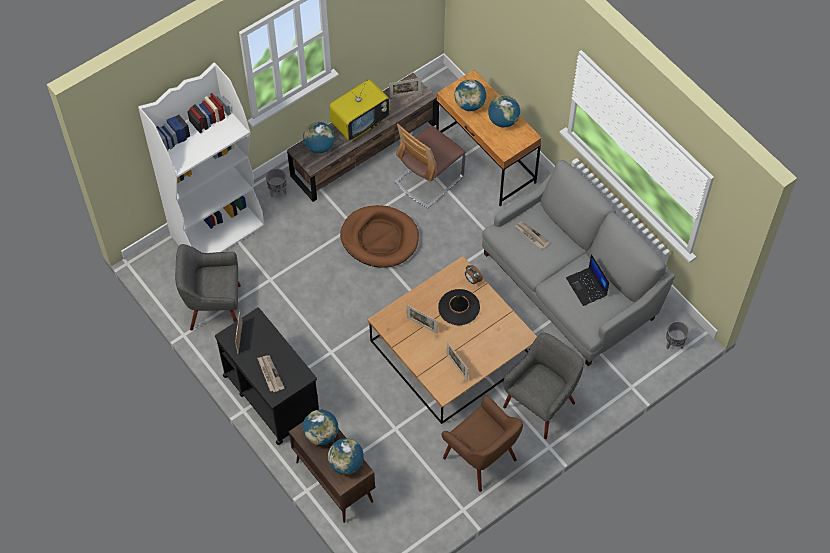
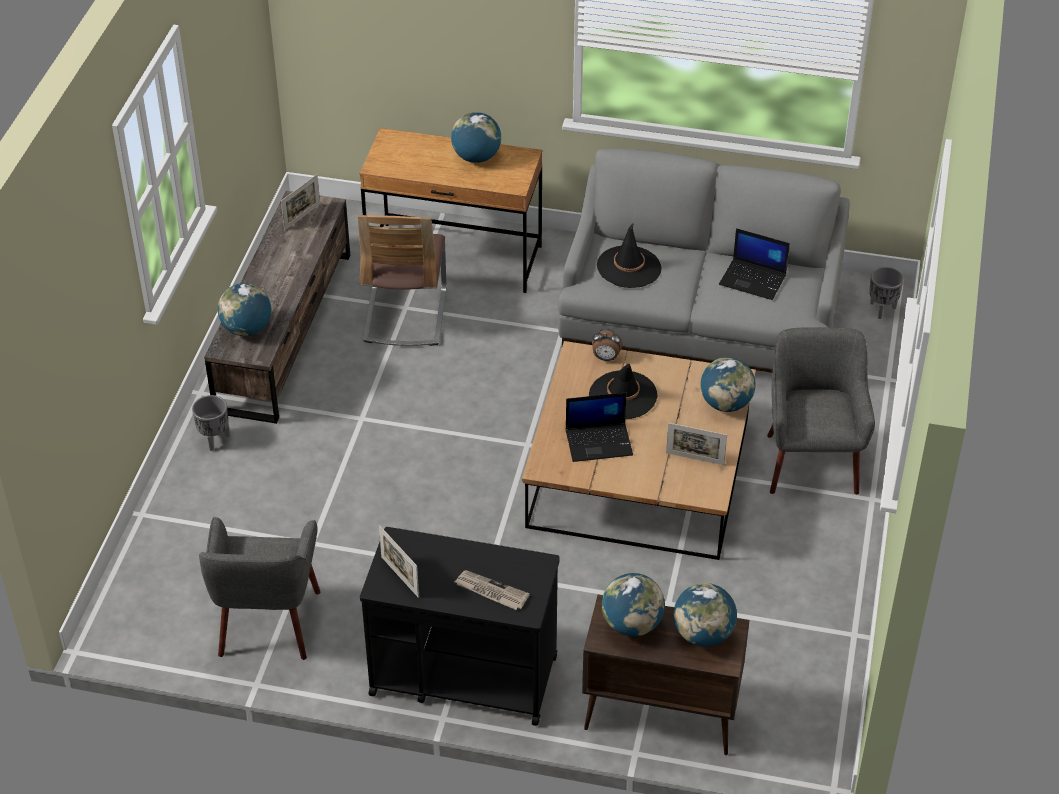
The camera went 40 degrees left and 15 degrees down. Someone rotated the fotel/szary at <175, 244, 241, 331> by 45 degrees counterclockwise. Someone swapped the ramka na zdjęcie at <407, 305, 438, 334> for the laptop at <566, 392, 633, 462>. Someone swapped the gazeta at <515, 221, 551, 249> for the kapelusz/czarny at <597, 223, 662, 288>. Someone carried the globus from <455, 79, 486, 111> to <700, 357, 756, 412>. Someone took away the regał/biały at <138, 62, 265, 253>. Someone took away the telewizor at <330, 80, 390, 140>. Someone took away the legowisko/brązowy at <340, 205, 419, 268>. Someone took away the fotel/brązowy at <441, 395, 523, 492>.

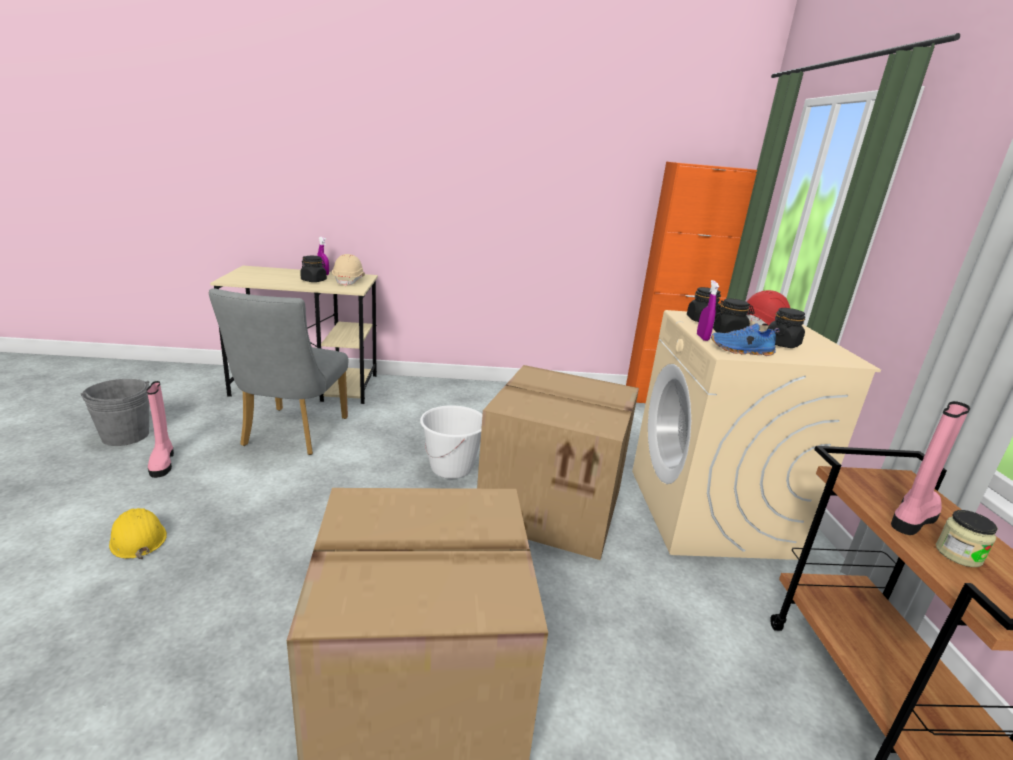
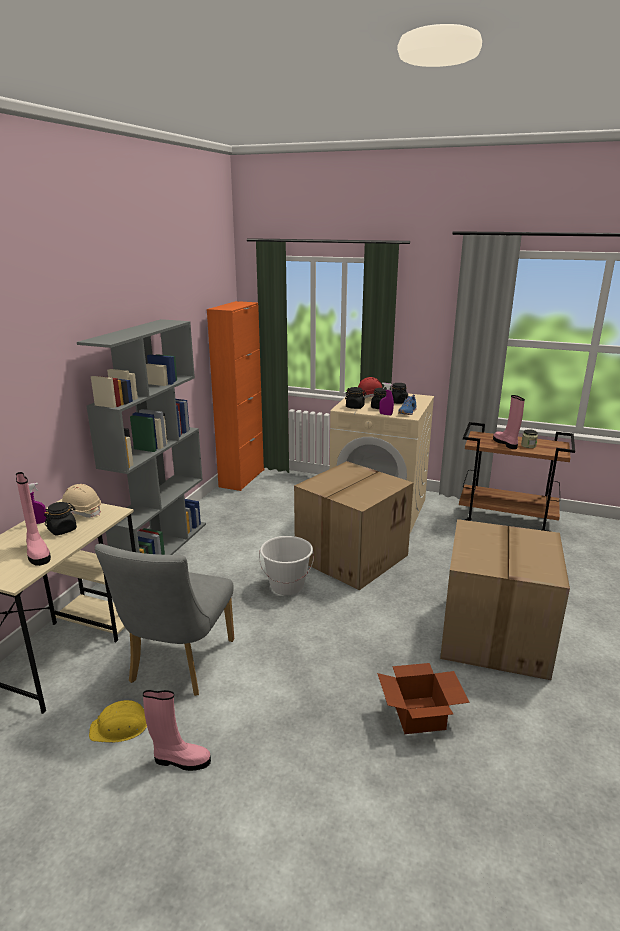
The camera went 65 degrees left and 0 degrees up. Someone put down the but z cholewką/różowy at <16, 472, 51, 566>. Someone put down the regał/szary at <77, 319, 206, 555>. Someone carried the kask/żółty from <109, 508, 167, 559> to <89, 700, 147, 743>. Someone rotated the krzesło/szary at <209, 288, 348, 455> by 75 degrees clockwise. Someone put down the karton at <377, 663, 470, 734>. Someone took away the wiadro/szary at <80, 379, 150, 446>.

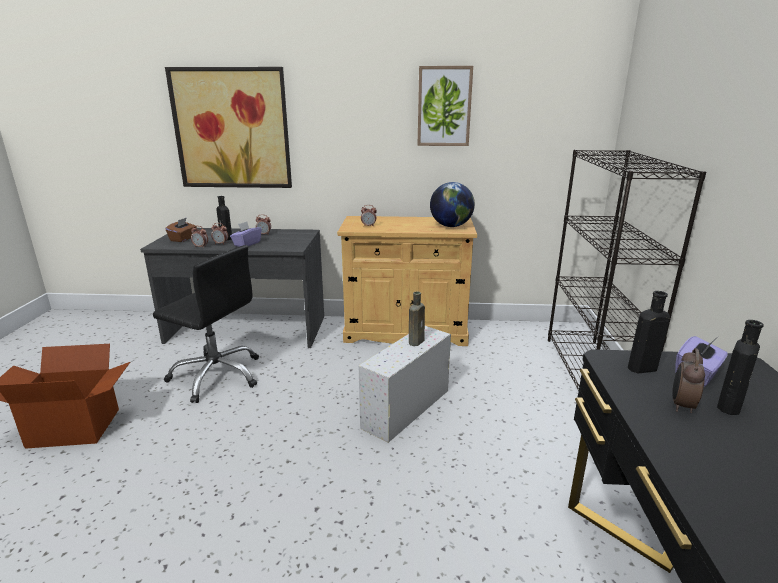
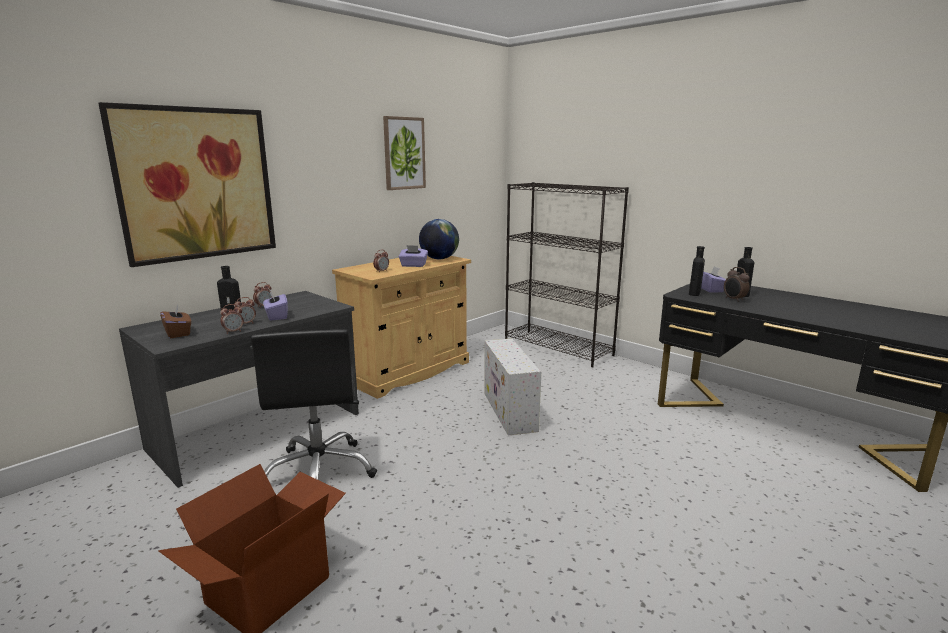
The camera went 50 degrees left and 5 degrees down. Someone rotated the krzesło biurowe/czarny at <153, 245, 259, 403> by 105 degrees clockwise. Someone put down the pudełko chusteczek/fioletowy at <399, 245, 428, 267>. Someone took away the butelka/brązowy at <409, 291, 425, 346>.

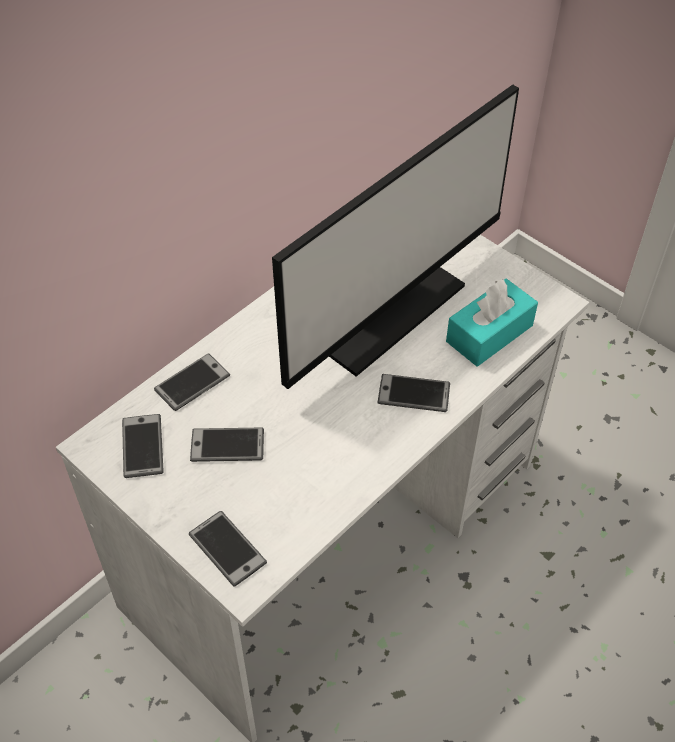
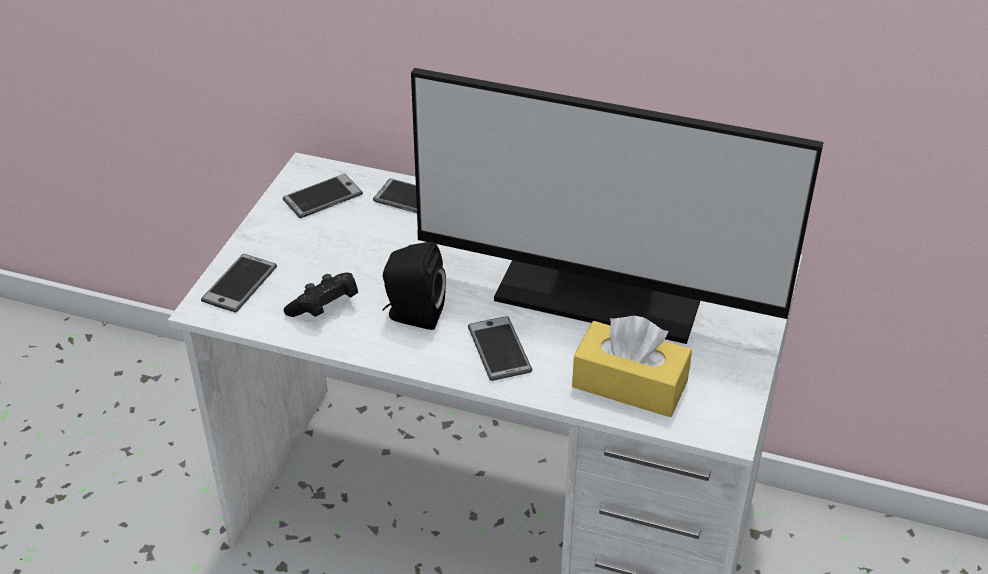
The camera went 65 degrees right and 10 degrees down. Someone put down the pad do gier/czarny at <284, 273, 358, 317>. Someone put down the głośnik/czarny at <382, 242, 446, 330>. Someone repainted the pudełko chusteczek/turkusowy at <446, 279, 538, 366>, which became the pudełko chusteczek/żółty at <572, 316, 692, 417>. Someone took away the telefon at <190, 427, 264, 462>.

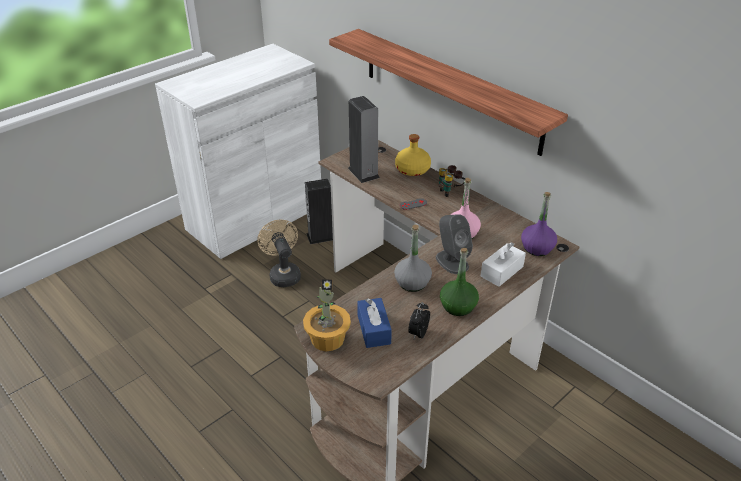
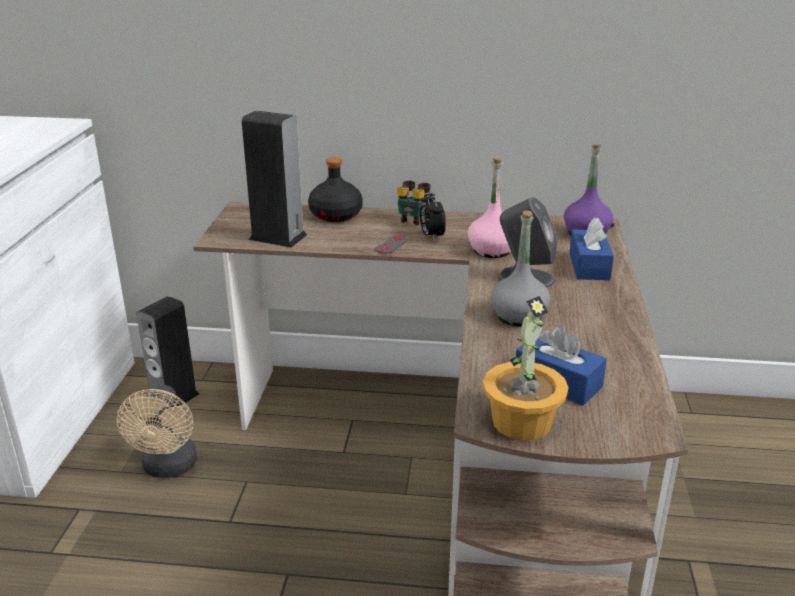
The camera went 40 degrees left and 10 degrees down. Someone rotated the wentylator/beżowy at <257, 220, 301, 287> by 120 degrees counterclockwise. Someone repainted the butelka/żółty at <395, 134, 431, 176>, which became the butelka/czarny at <308, 157, 363, 222>. Someone carried the budzik from <408, 302, 430, 339> to <420, 192, 446, 241>. Someone repainted the pudełko chusteczek/biały at <481, 242, 526, 287>, which became the pudełko chusteczek/niebieski at <569, 217, 614, 280>. Someone took away the półka at <329, 29, 568, 156>. Someone took away the butelka/zielony at <440, 248, 479, 316>.

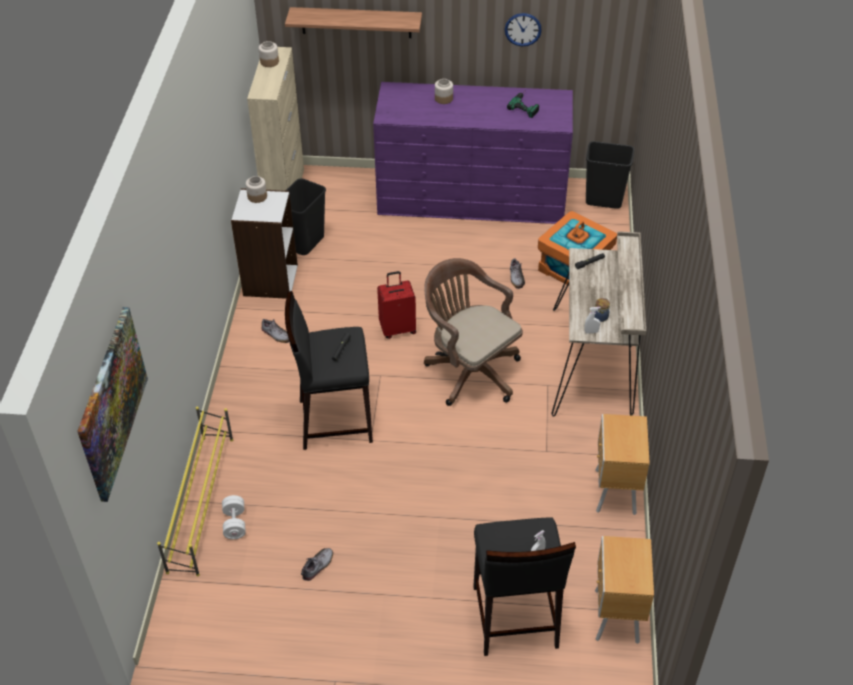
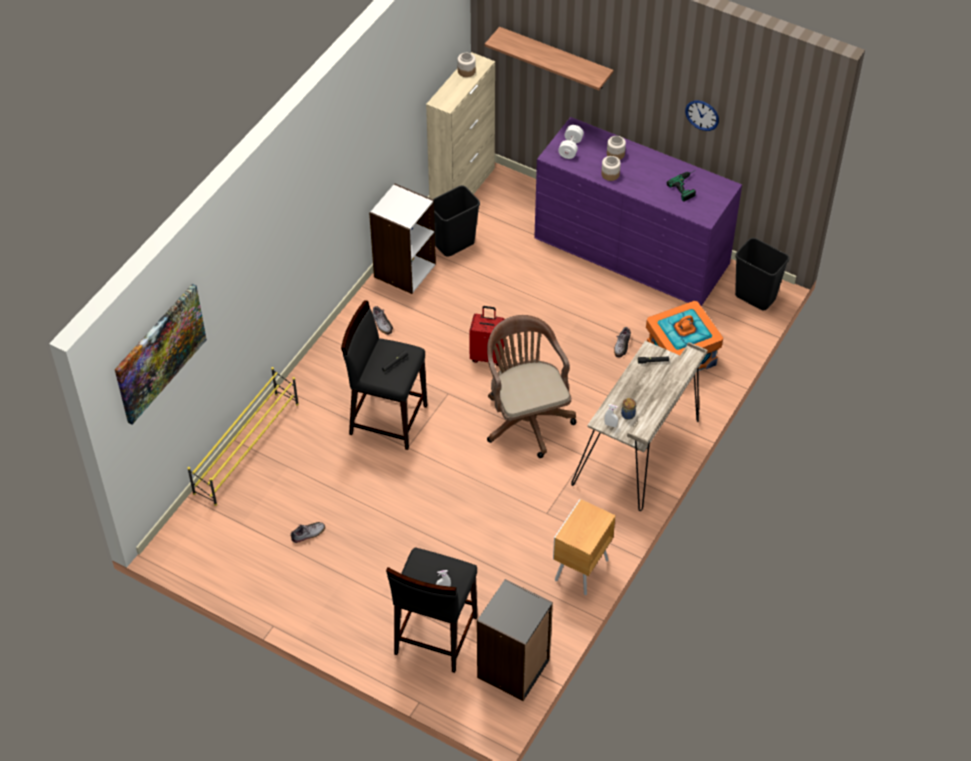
The camera went 25 degrees right and 5 degrees up. Someone swapped the szafka nocna/brązowy at <595, 536, 654, 644> for the regał/czarny at <477, 579, 553, 701>. Someone carried the hantel/biały from <222, 495, 246, 539> to <558, 125, 584, 159>. Someone carried the słoik from <246, 176, 267, 203> to <601, 156, 621, 181>.

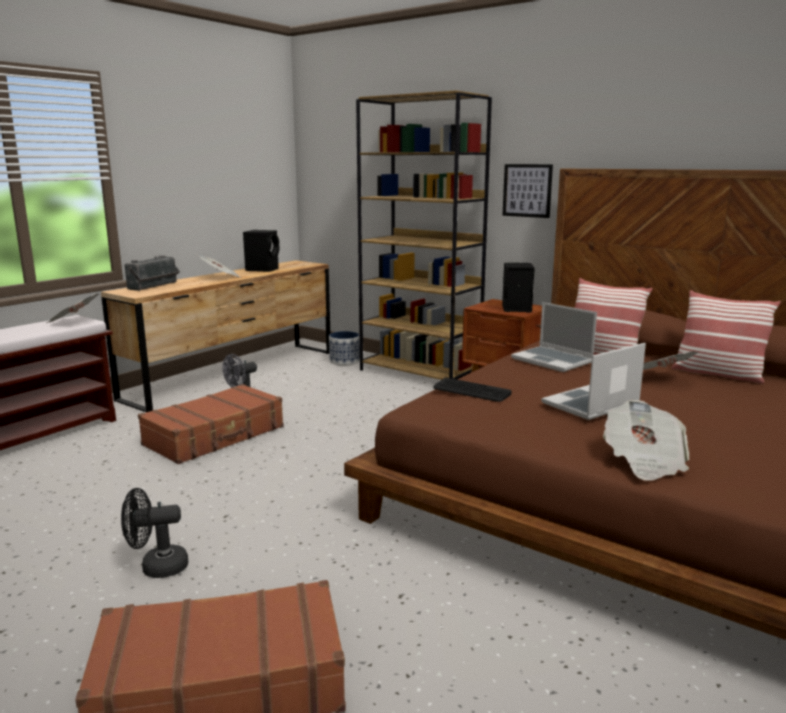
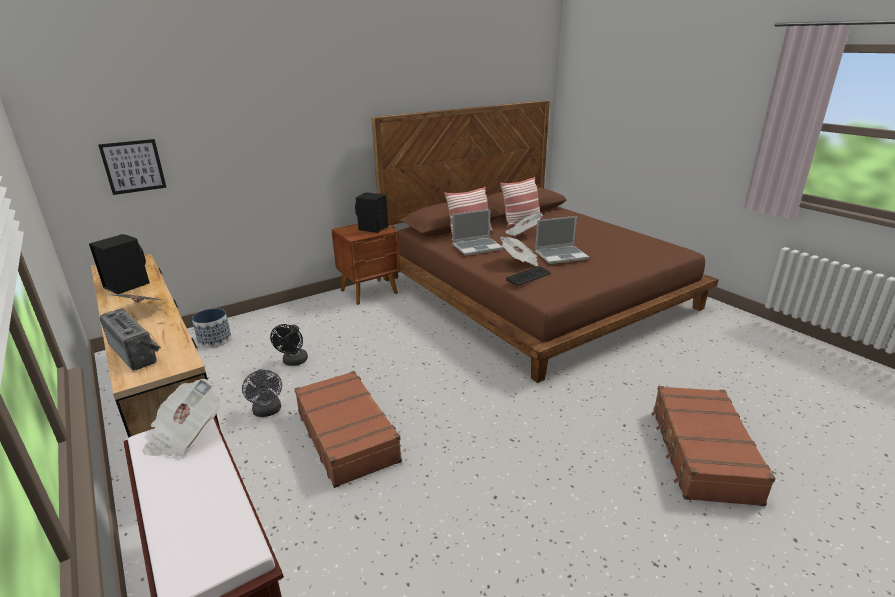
The camera went 70 degrees left and 10 degrees up. Someone carried the obraz from <502, 164, 553, 218> to <98, 139, 167, 195>. Someone carried the wentylator/czarny from <121, 488, 188, 578> to <270, 324, 308, 366>. Someone carried the gazeta from <603, 400, 689, 481> to <500, 237, 538, 266>. Someone rotated the laptop at <541, 343, 646, 420> by 90 degrees counterclockwise. Someone took away the regał/brązowy at <356, 90, 492, 380>.

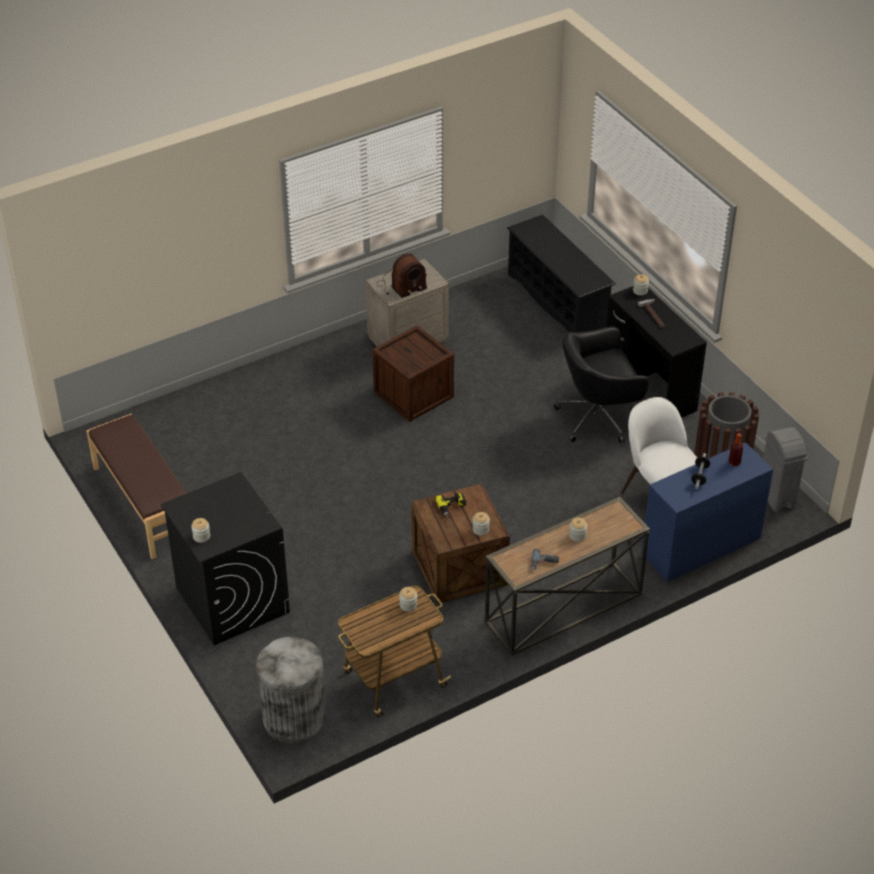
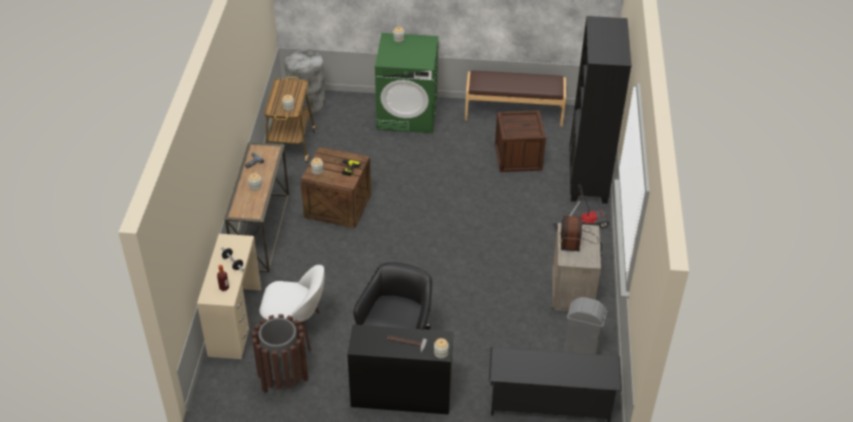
The camera went 125 degrees right and 0 degrees up. Someone repainted the biurko/niebieski at <641, 442, 773, 582>, which became the biurko/beżowy at <197, 234, 261, 359>. Someone repainted the pralka/czarny at <161, 472, 290, 646>, which became the pralka/zielony at <375, 33, 439, 133>. Someone carried the skrzynka from <372, 325, 454, 422> to <495, 110, 546, 172>. Someone put down the odkurzacz at <553, 184, 609, 232>. Someone carried the kosz na śmieci/szary from <763, 427, 807, 512> to <564, 297, 607, 355>. Someone put down the regał/czarny at <570, 16, 631, 204>.

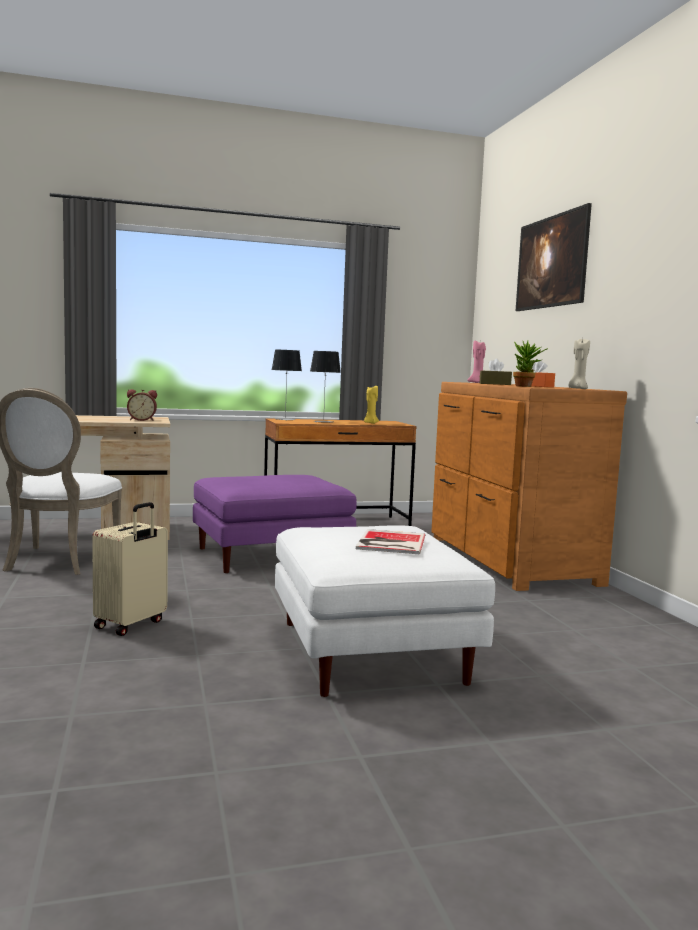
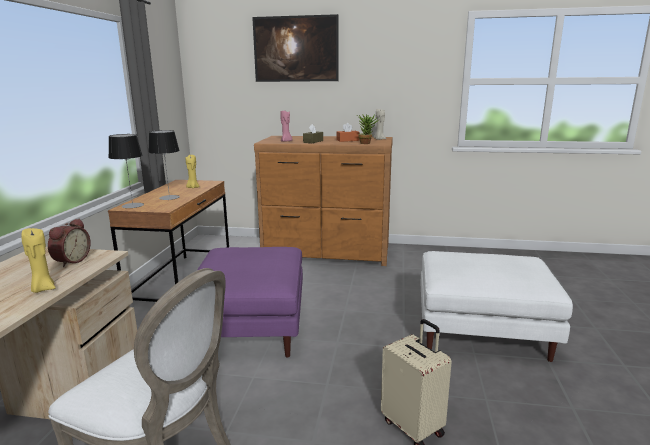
The camera went 65 degrees left and 10 degrees up. Someone put down the świeca/żółty at <21, 228, 56, 293>. Someone took away the książka at <356, 529, 425, 554>.

